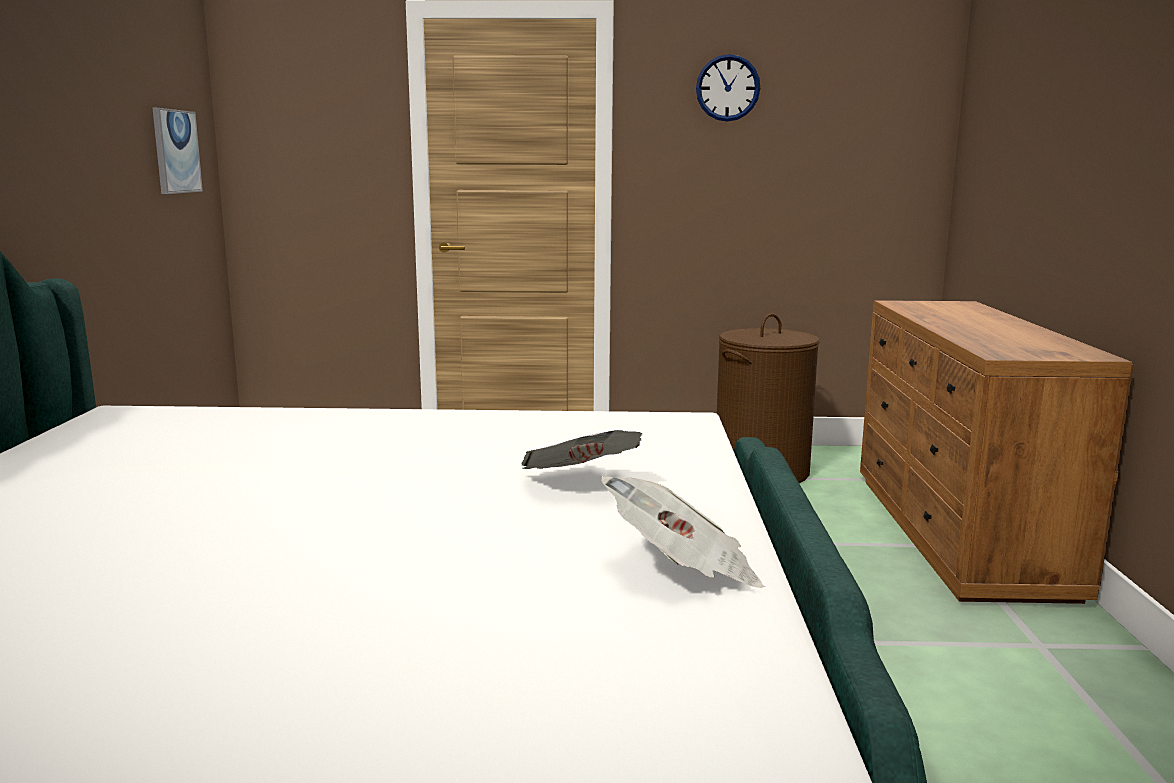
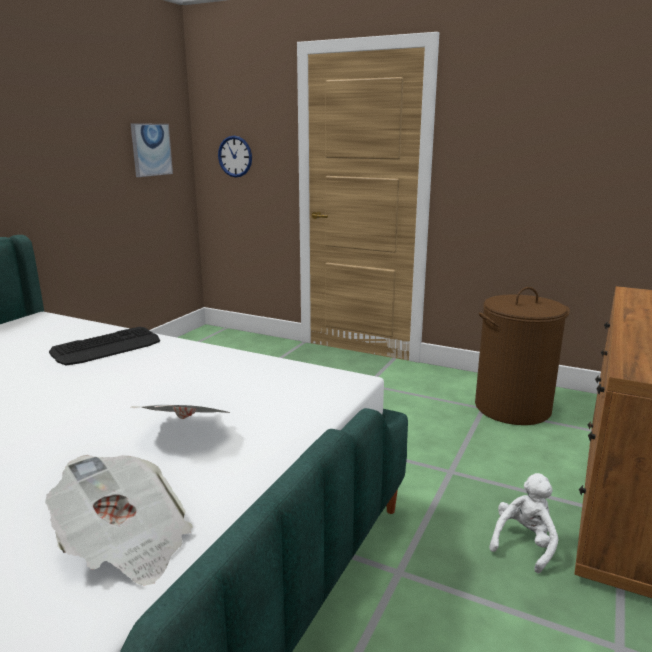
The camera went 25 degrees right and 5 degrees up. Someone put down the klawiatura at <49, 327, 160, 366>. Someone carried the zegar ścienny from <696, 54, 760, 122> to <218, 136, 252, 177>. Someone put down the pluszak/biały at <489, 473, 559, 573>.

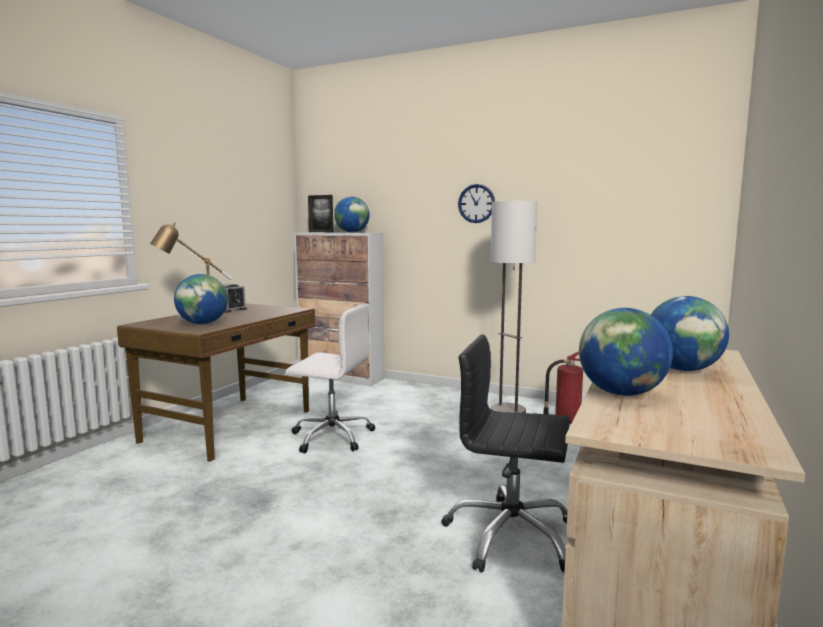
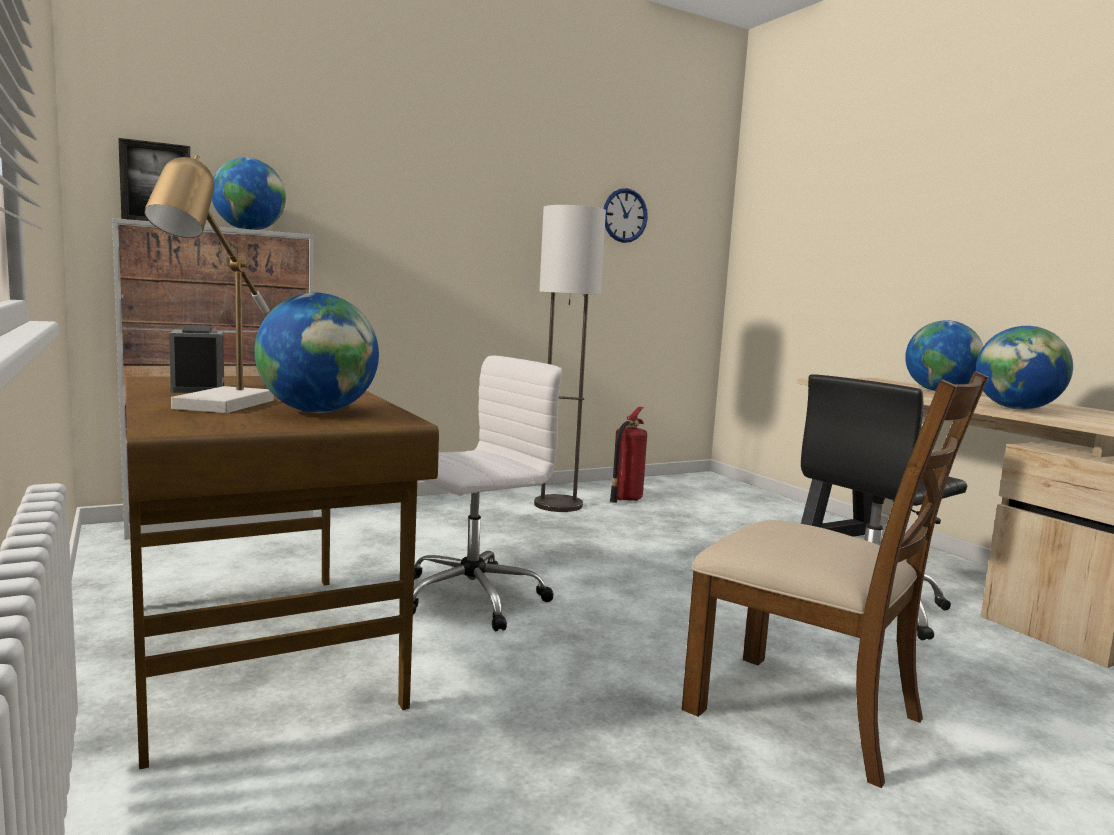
The camera went 55 degrees left and 0 degrees up. Someone carried the zegar ścienny from <458, 184, 495, 223> to <604, 188, 648, 243>. Someone put down the krzesło/brązowy at <682, 371, 988, 788>.

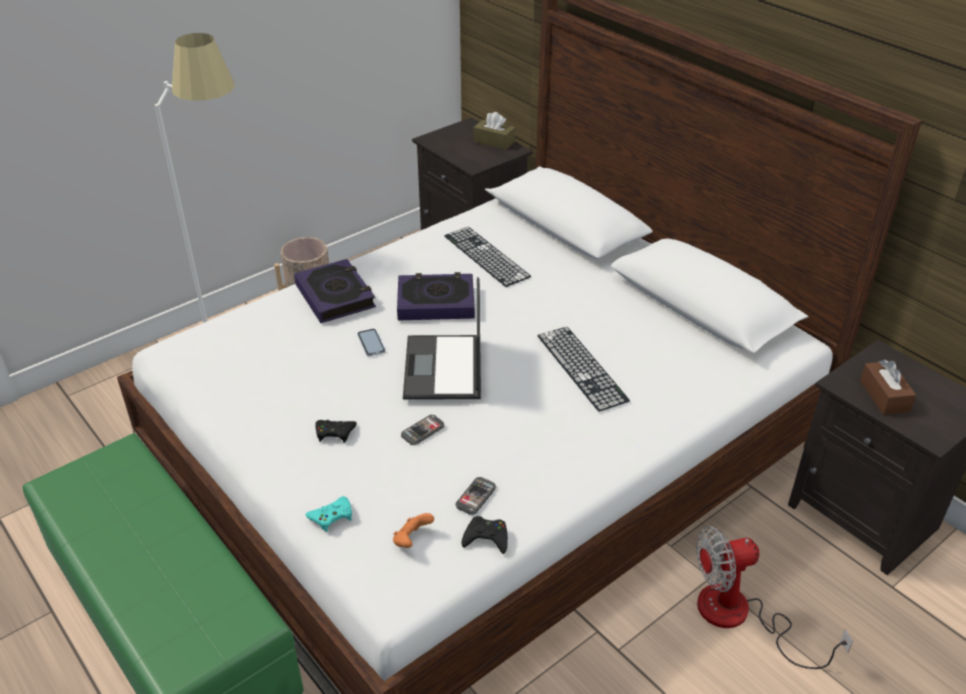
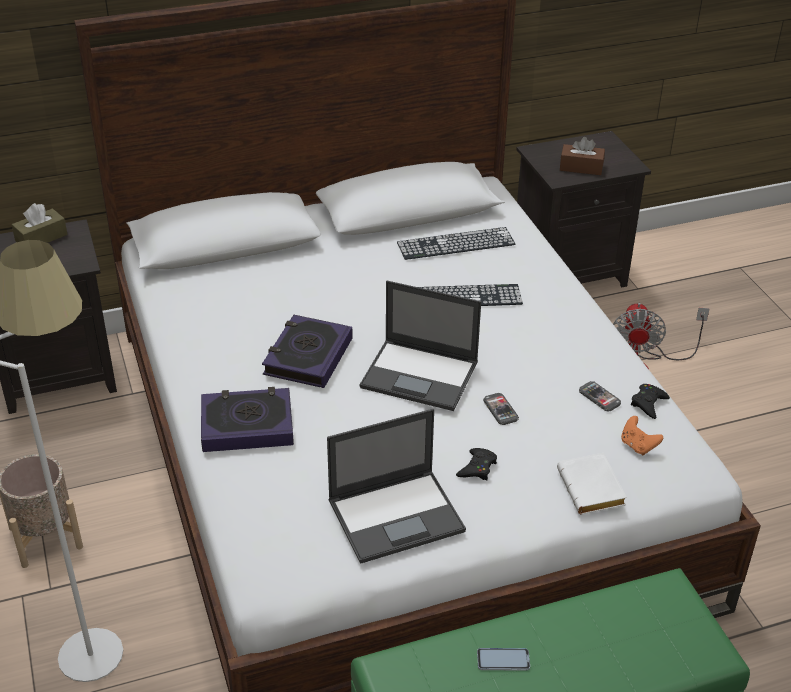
The camera went 70 degrees left and 0 degrees up. Someone put down the laptop at <327, 409, 466, 564>. Someone carried the klawiatura from <444, 227, 531, 287> to <397, 227, 516, 260>. Someone carried the telefon from <357, 329, 385, 356> to <477, 648, 530, 670>. Someone swapped the pad do gier/turkusowy at <305, 496, 352, 532> for the książka/biały at <557, 453, 627, 514>.

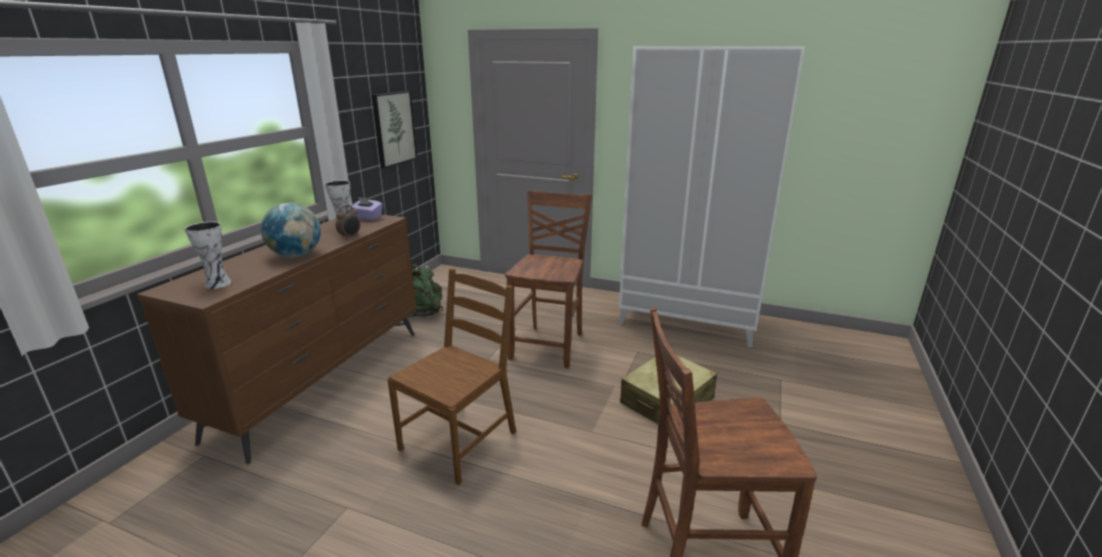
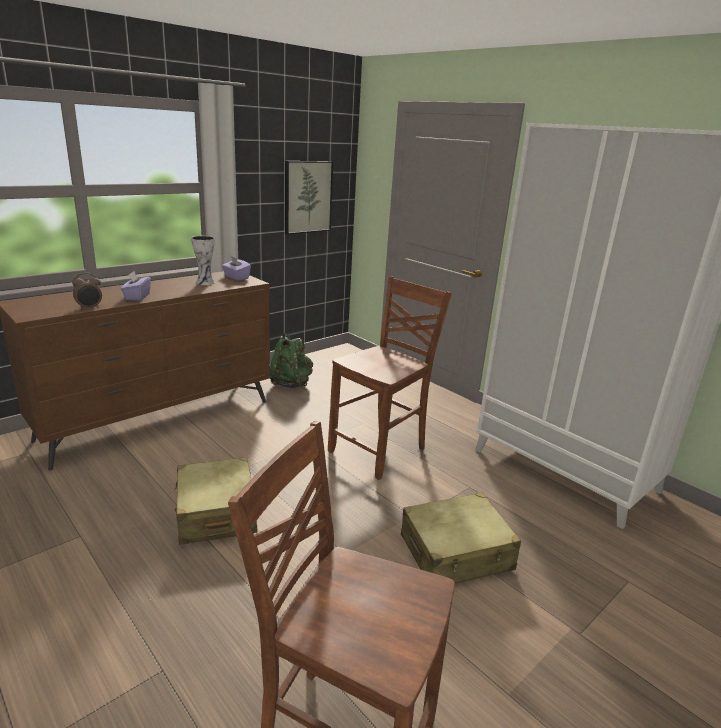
The camera went 25 degrees right and 0 degrees up. Someone carried the budzik from <336, 205, 360, 239> to <72, 273, 102, 310>. Someone swapped the globus at <261, 203, 321, 257> for the pudełko chusteczek/fioletowy at <121, 271, 151, 301>. Someone swapped the krzesło/brązowy at <387, 268, 516, 485> for the walizka/beżowy at <175, 457, 257, 545>. Someone took away the wazon at <185, 221, 232, 289>.

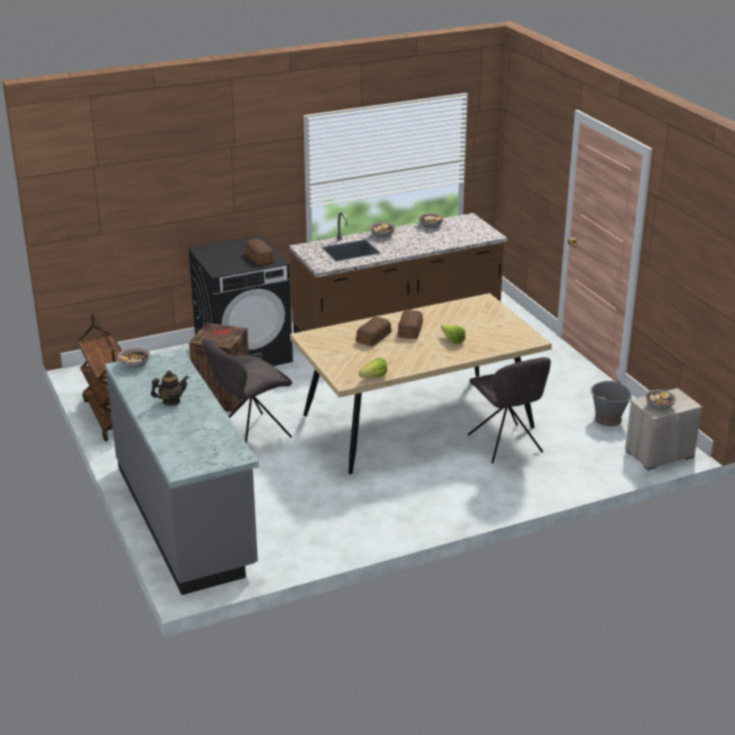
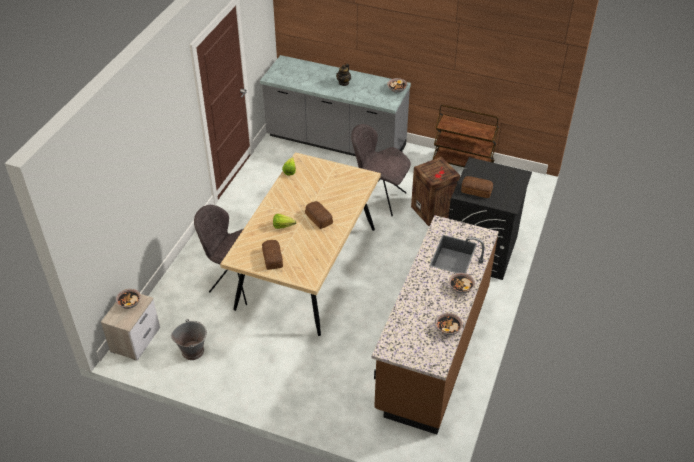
The camera went 135 degrees right and 15 degrees up. Someone carried the chleb from <356, 317, 392, 346> to <262, 240, 283, 270>. Someone rotated the krzesło/szary at <202, 338, 292, 443> by 75 degrees counterclockwise.

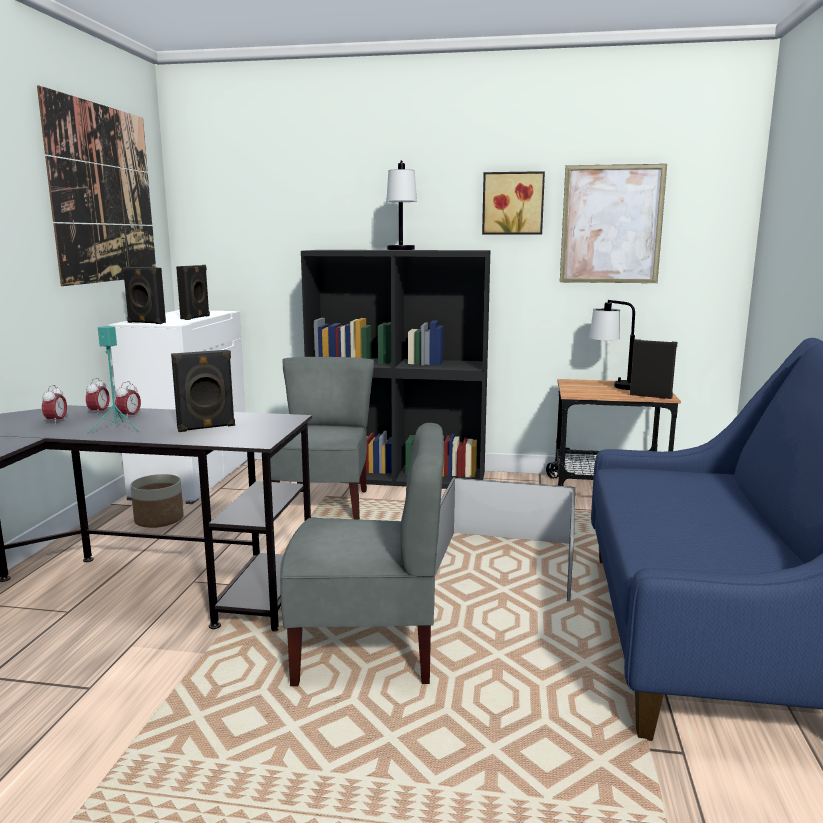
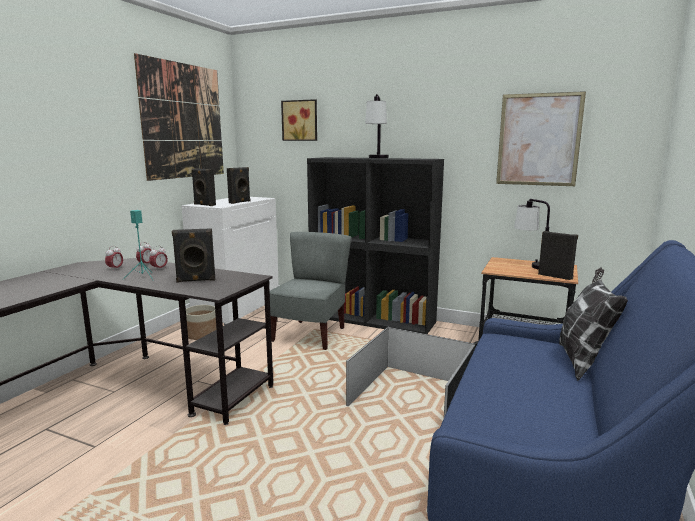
The camera went 15 degrees right and 0 degrees up. Someone carried the obraz from <482, 171, 545, 234> to <281, 99, 317, 141>. Someone put down the poduszka at <559, 267, 628, 381>. Someone took away the krzesło/szary at <280, 423, 444, 686>.

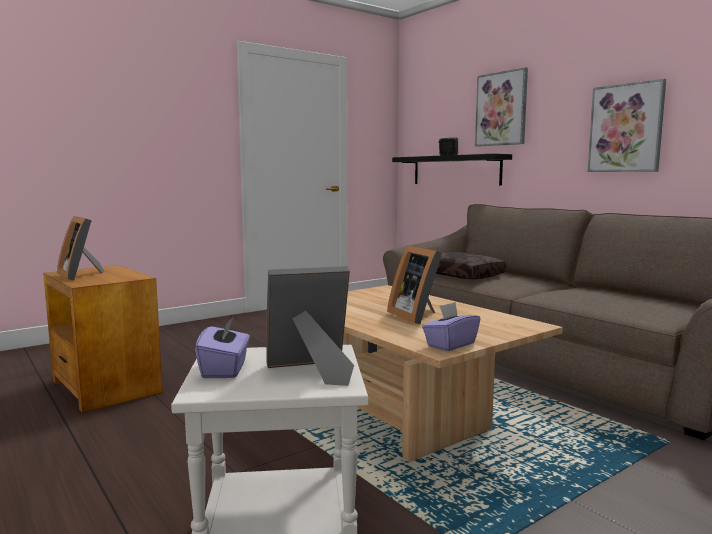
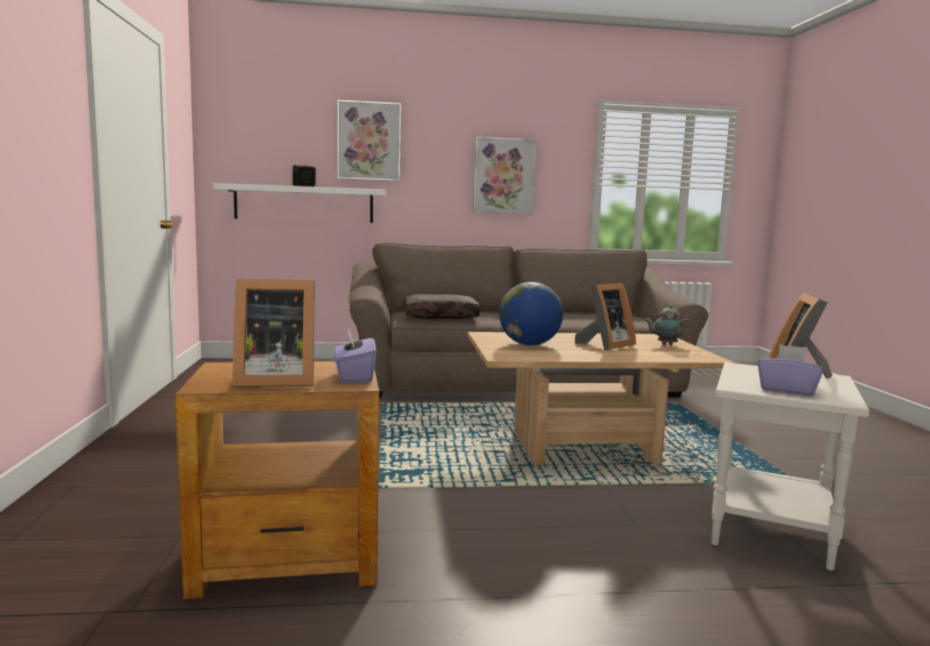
The camera went 60 degrees left and 0 degrees up. Someone repainted the półka/czarny at <392, 154, 512, 186>, which became the półka/biały at <213, 183, 385, 223>. Someone carried the pudełko chusteczek/fioletowy from <422, 302, 480, 351> to <333, 327, 376, 383>. Someone put down the globus at <499, 282, 563, 346>. Someone rotated the ramka na zdjęcie at <387, 245, 442, 324> by 45 degrees counterclockwise. Someone put down the imbryk at <643, 305, 693, 345>.

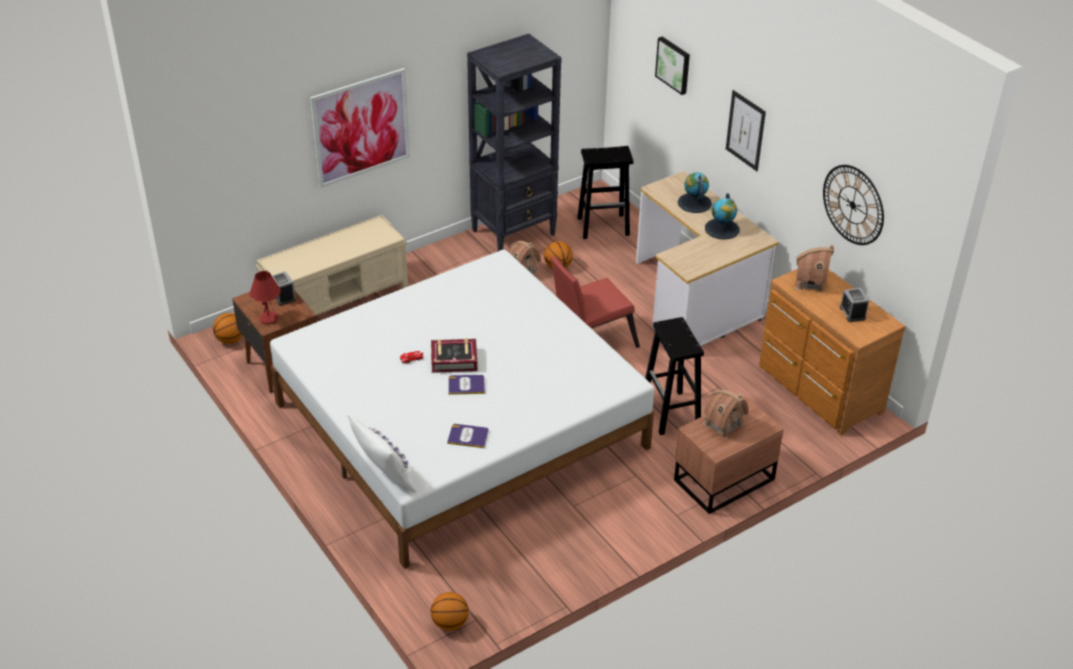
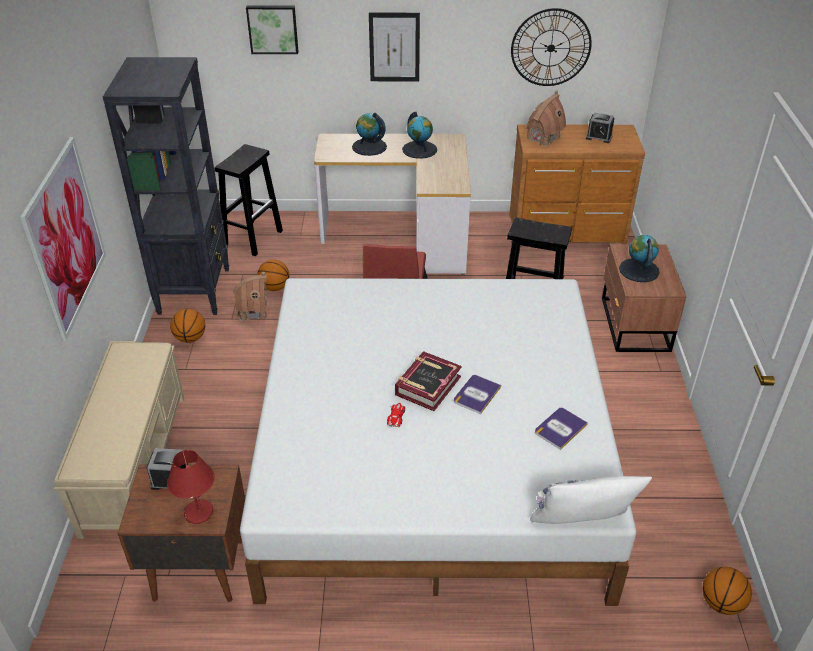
The camera went 55 degrees left and 0 degrees up. Someone carried the piłka do koszykówki from <213, 313, 242, 344> to <170, 309, 205, 343>. Someone swapped the domek at <703, 390, 749, 438> for the globus at <619, 235, 660, 282>.

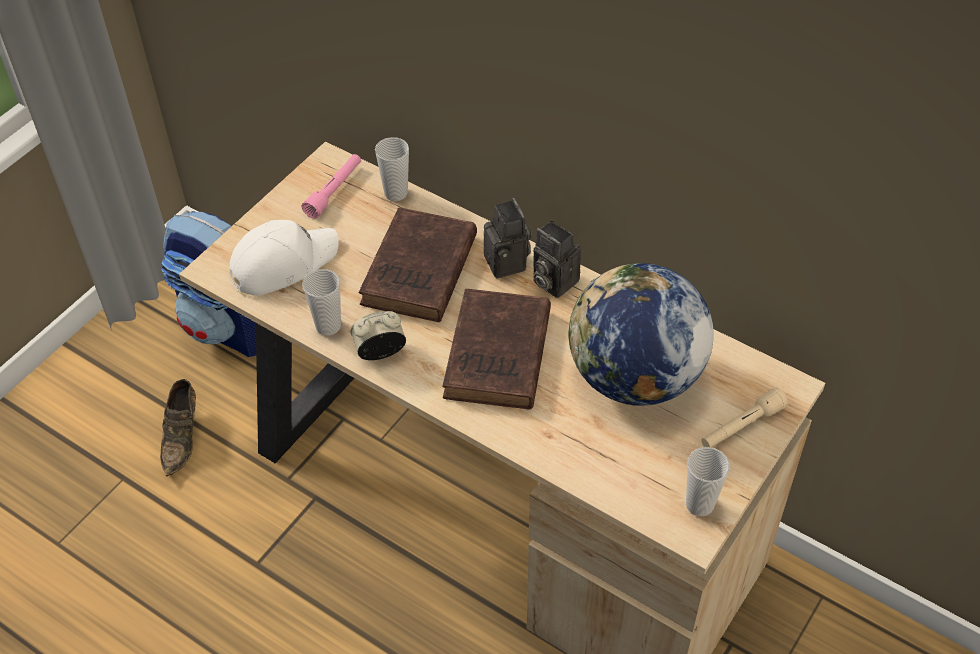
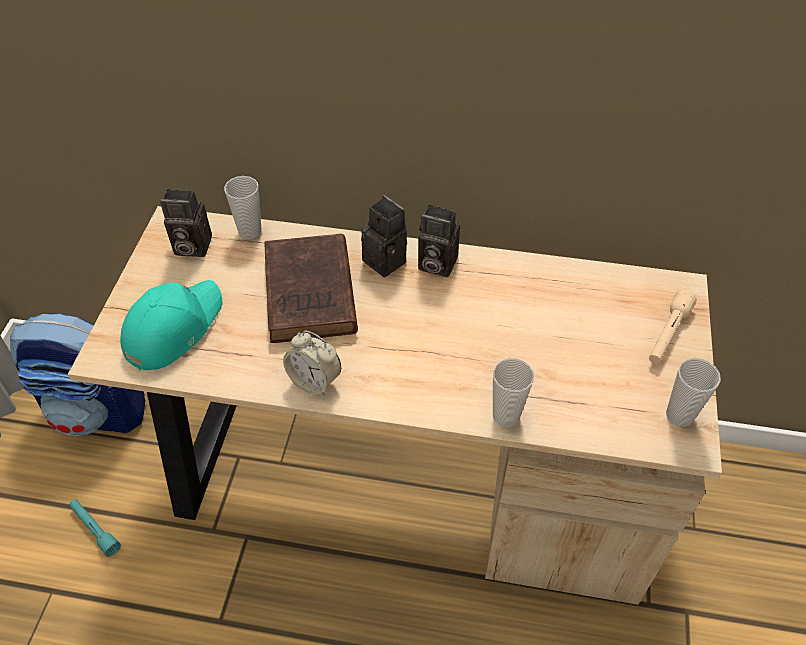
The camera went 25 degrees left and 0 degrees up. Someone swapped the but/brązowy at <160, 379, 196, 476> for the latarka/turkusowy at <69, 499, 121, 557>. Someone repainted the czapka z daszkiem/biały at <229, 220, 339, 295>, which became the czapka z daszkiem/turkusowy at <120, 280, 223, 371>. Someone swapped the latarka/różowy at <302, 154, 361, 218> for the aparat fotograficzny at <160, 189, 212, 257>. Someone rotated the budzik at <350, 311, 406, 360> by 105 degrees counterclockwise. Someone carried the filiżanka from <302, 269, 341, 336> to <493, 358, 534, 427>. Someone took away the książka/brązowy at <442, 289, 551, 410>. Someone took away the globus at <569, 263, 714, 406>.

